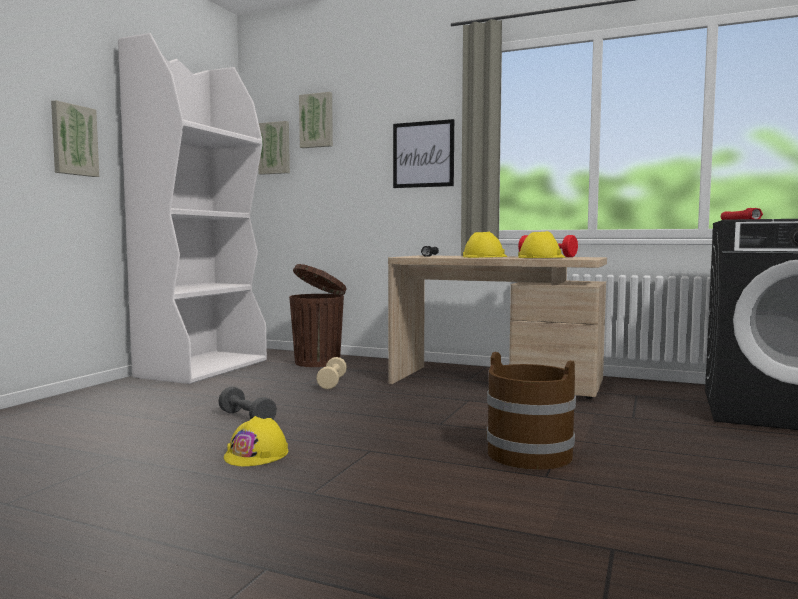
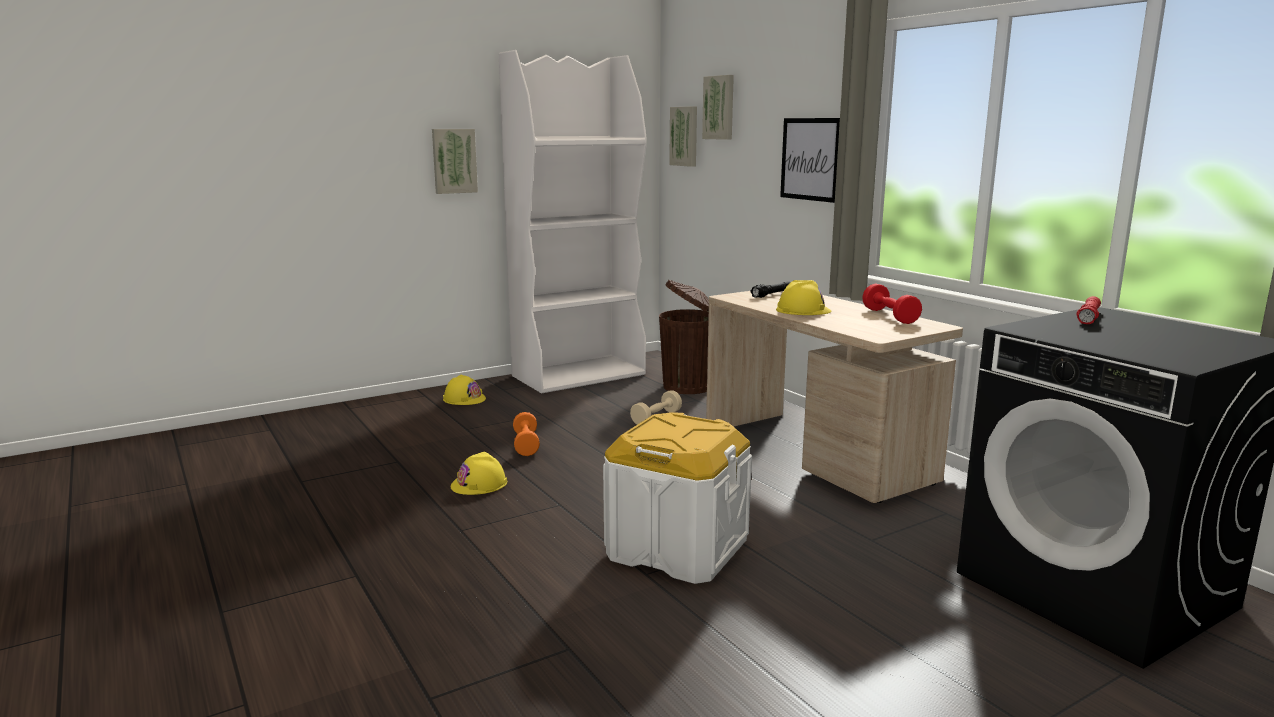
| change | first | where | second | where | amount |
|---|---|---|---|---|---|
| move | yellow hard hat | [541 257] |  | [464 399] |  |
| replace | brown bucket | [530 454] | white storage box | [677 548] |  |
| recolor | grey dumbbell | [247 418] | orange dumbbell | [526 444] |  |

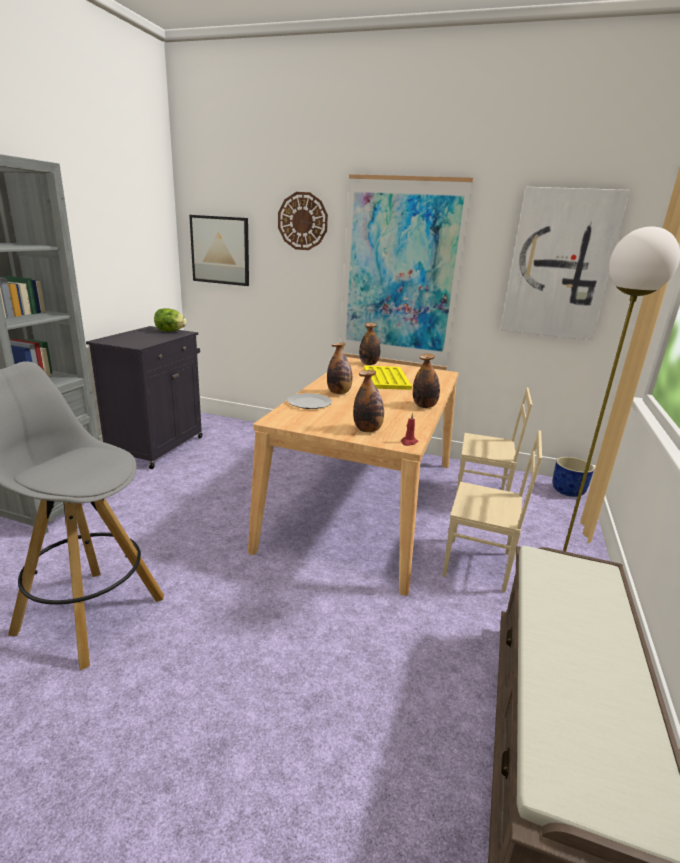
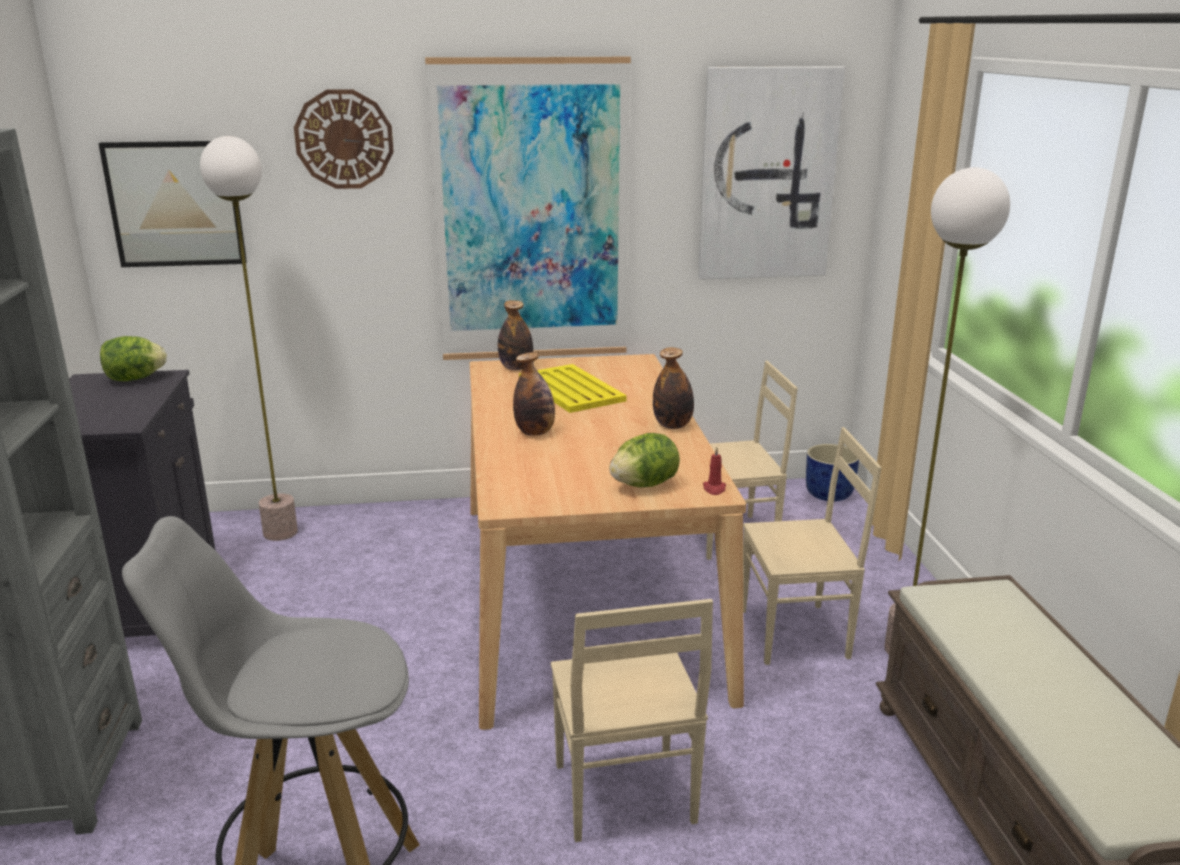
| change | first | where | second | where | amount |
|---|---|---|---|---|---|
| delete | plate | [309 403] |  |  |  |
| insert |  |  | floor lamp | [280 532] |  |
| insert |  |  | beige chair | [622 795] |  |
| replace | bottle | [367 430] | lettuce | [644 485] |  |

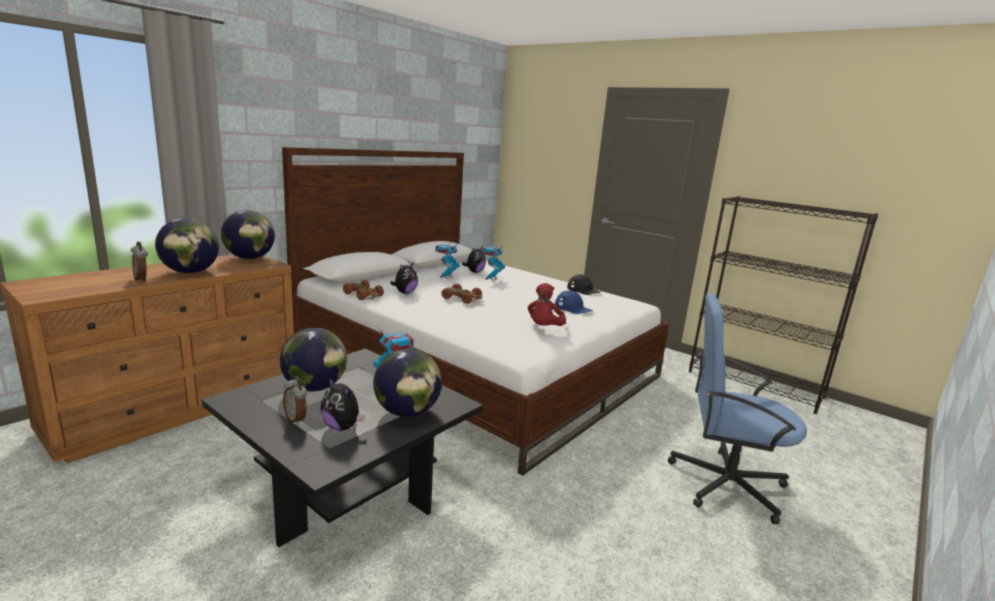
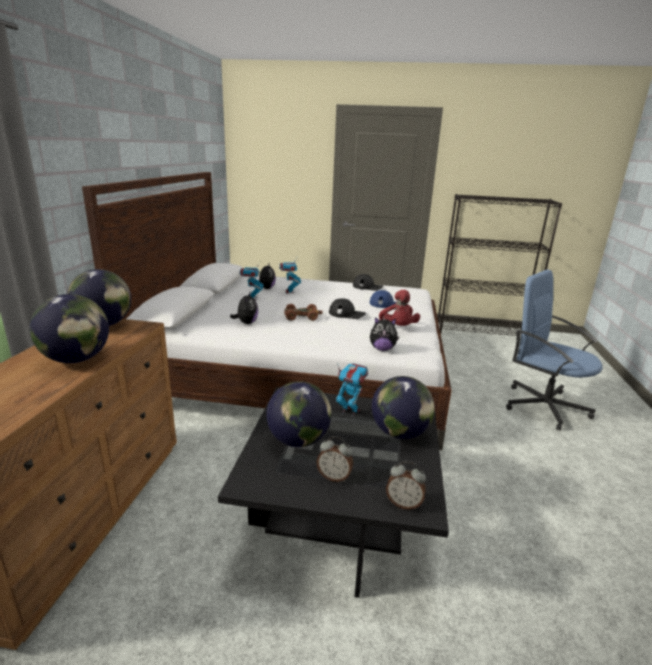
| change | first | where | second | where | amount |
|---|---|---|---|---|---|
| delete | brown toy car | [364 295] |  |  |  |
| insert |  |  | black cap | [347 314] |  |
| move | alarm clock | [142 279] |  | [404 503] |  |
| move | plush toy | [342 427] |  | [382 349] |  |
| rotate | blue office chair | [725 483] |  | [543 406] | 60 degrees clockwise |

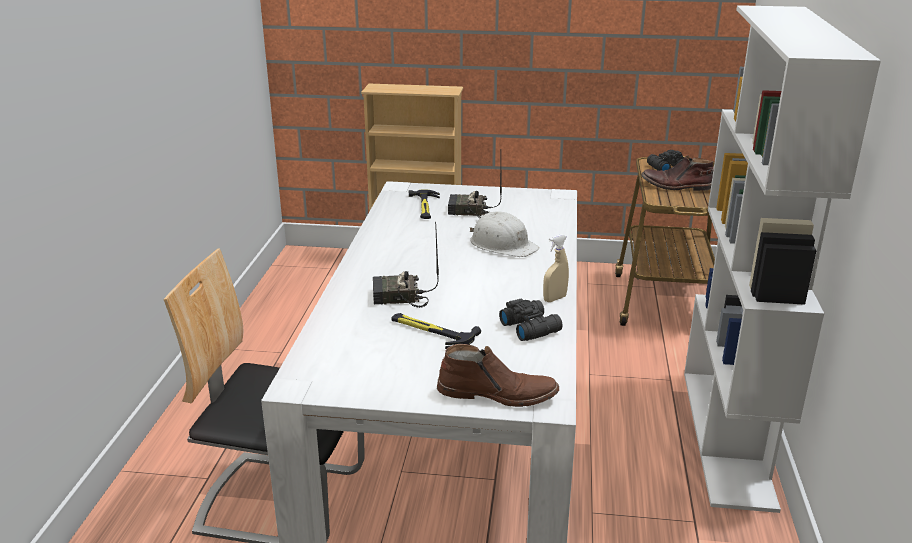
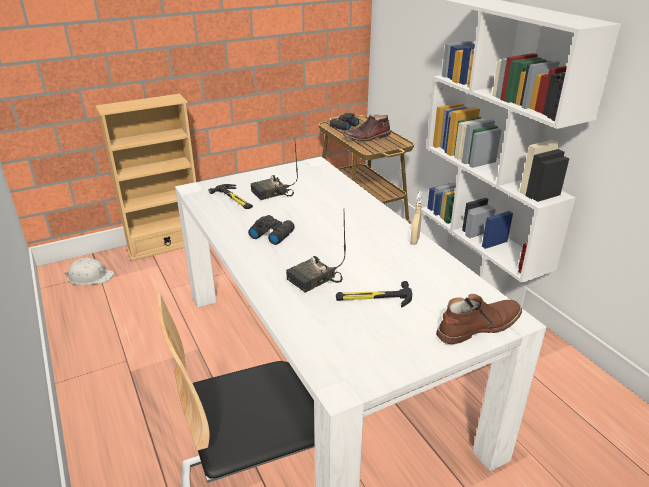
| change | first | where | second | where | amount |
|---|---|---|---|---|---|
| move | white hard hat | [502 245] |  | [90 277] |  |
| move | black binoculars | [530 327] |  | [271 234] |  |

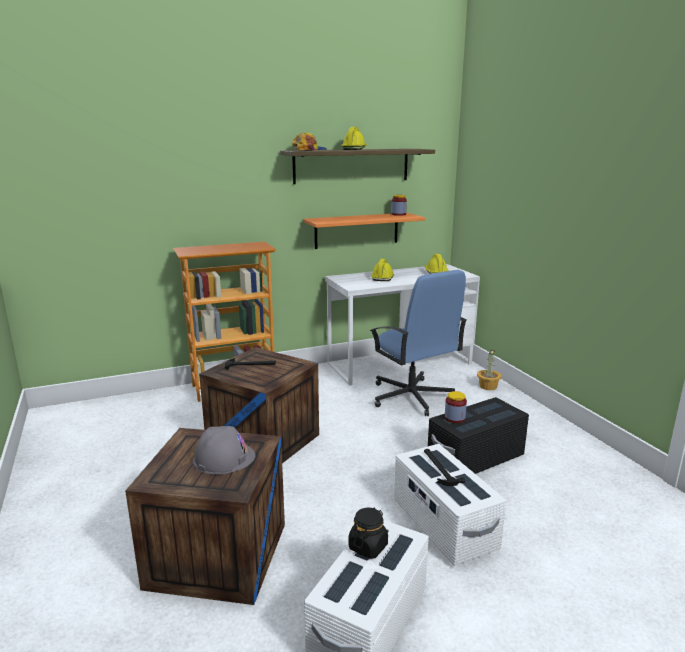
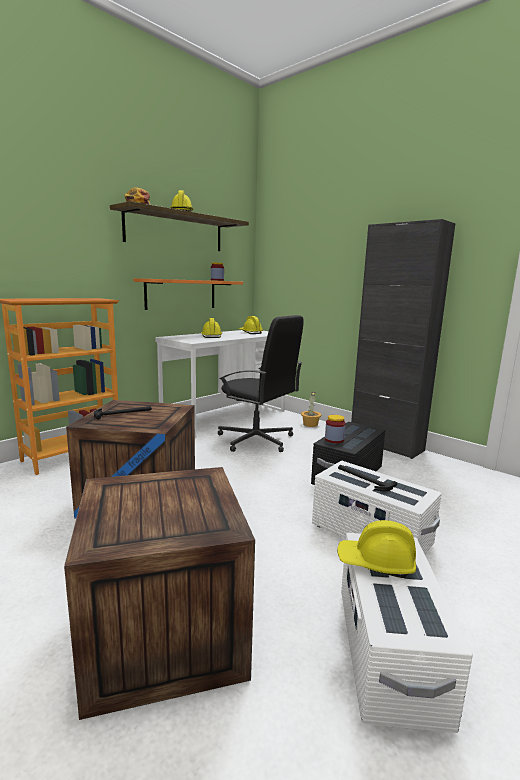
| change | first | where | second | where | amount |
|---|---|---|---|---|---|
| delete | grey hard hat | [224 458] |  |  |  |
| insert |  |  | black cabinet | [386 445] |  |
| replace | black jar | [368 546] | yellow hard hat | [376 563] |  |
| recolor | blue office chair | [411 397] | black office chair | [256 440] |  |

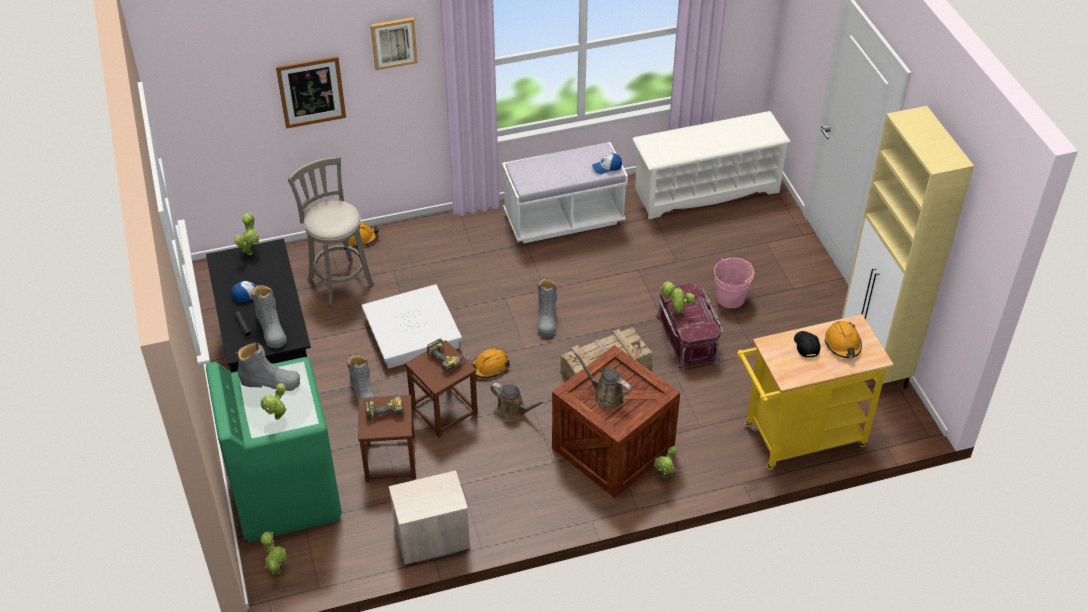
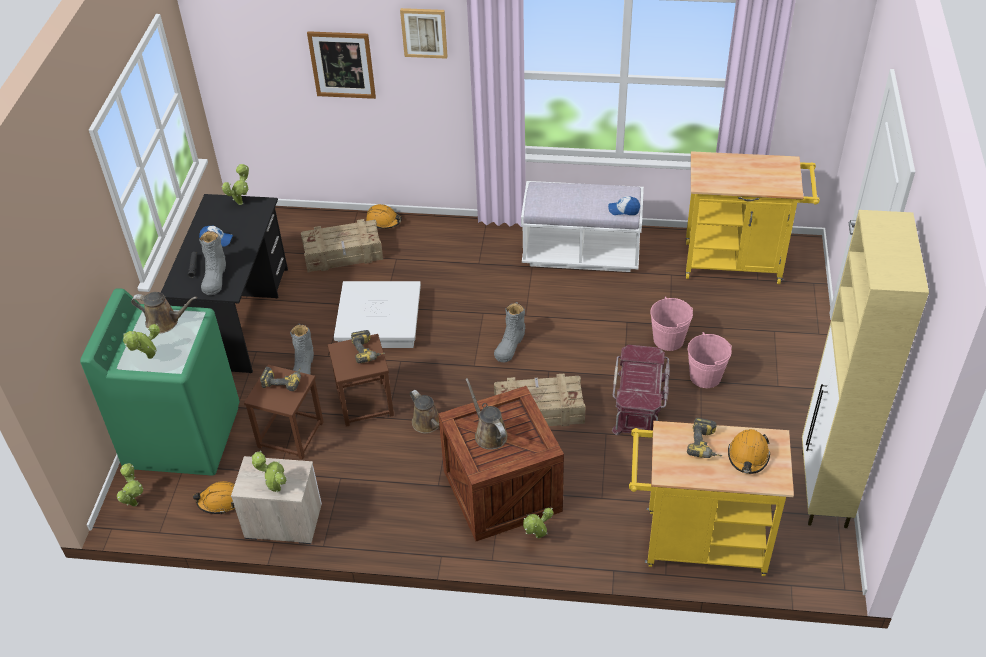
| change | first | where | second | where | amount |
|---|---|---|---|---|---|
| insert |  |  | pink bucket | [668 339] |  |
| move | orange hard hat | [489 367] |  | [220 501] |  |
| move | potted plant | [676 312] |  | [275 488] |  |
| replace | grey boot | [270 381] | brown watering can | [165 322] |  |
| replace | grey stool | [339 280] | crate | [344 254] |  |
| replace | white shoe rack | [706 190] | yellow cart | [739 262] |  |
| replace | black cap | [806 346] | power drill | [706 445] |  |

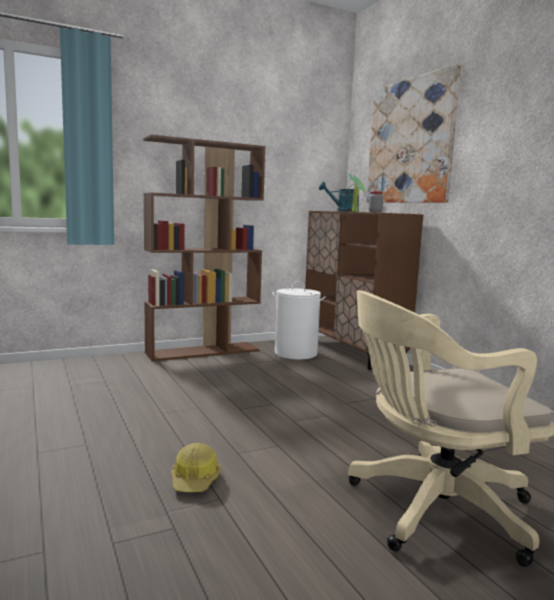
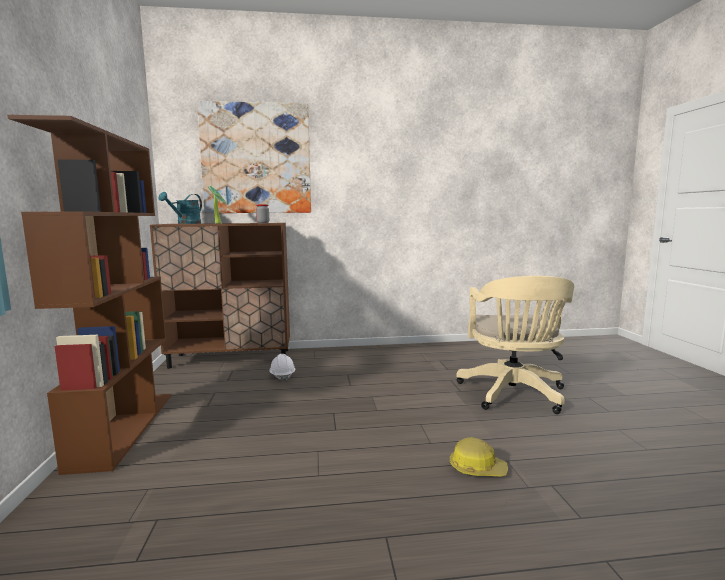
| change | first | where | second | where | amount |
|---|---|---|---|---|---|
| delete | white laundry basket | [296 353] |  |  |  |
| insert |  |  | white hard hat | [282 376] |  |

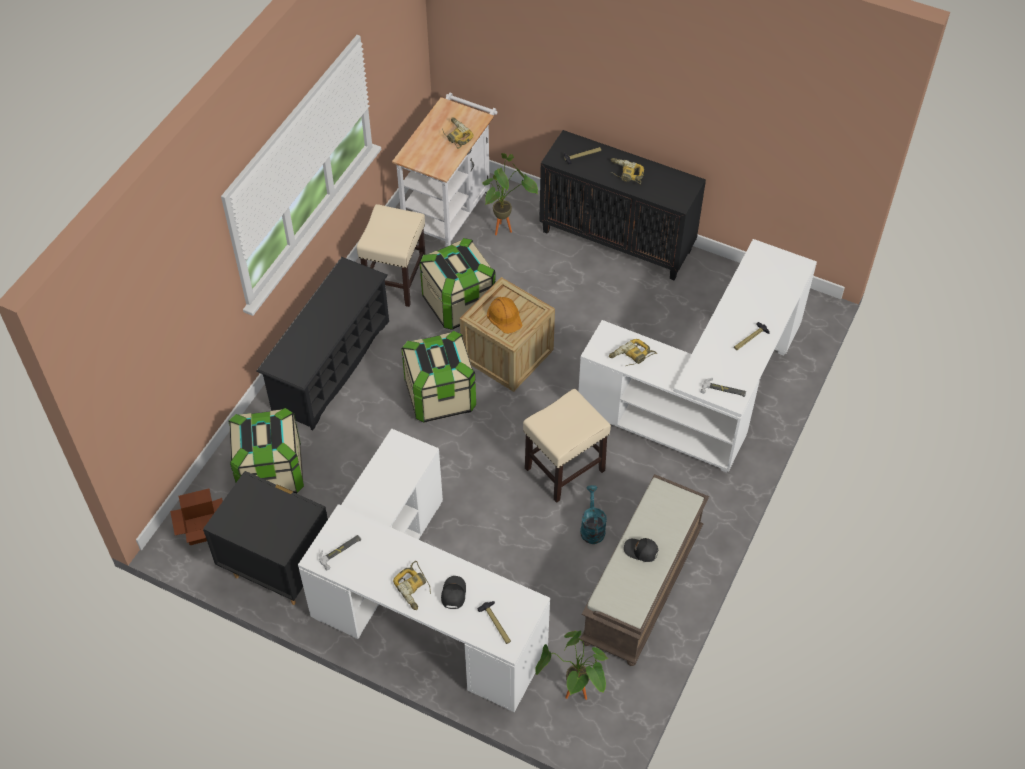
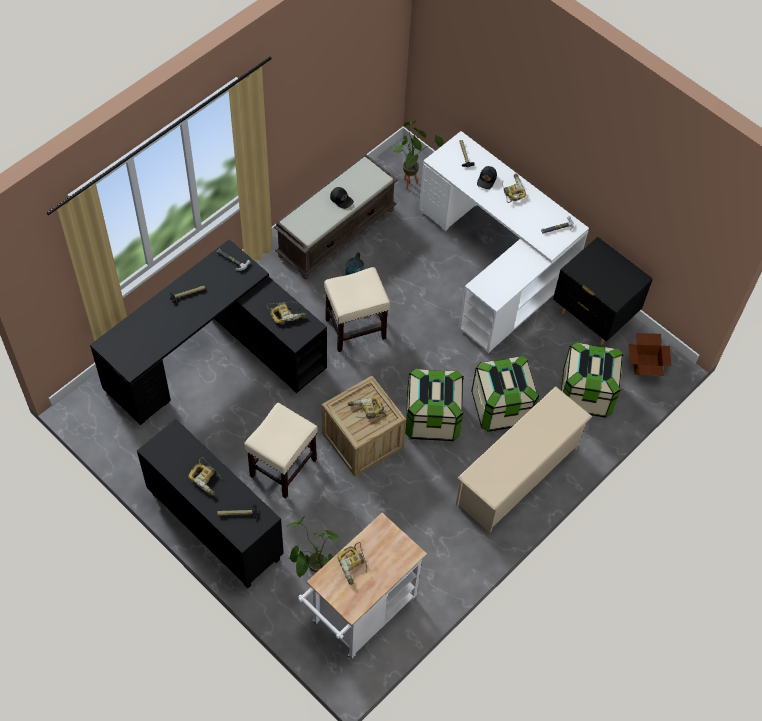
| change | first | where | second | where | amount |
|---|---|---|---|---|---|
| move | beige stool | [395 280] |  | [283 468] |  |
| move | storage box | [459 304] |  | [501 407] |  |
| replace | orange hard hat | [505 316] | power drill | [366 411] |  |
| recolor | black shoe rack | [331 365] | beige shoe rack | [517 476] |  |
| recolor | white desk | [706 393] | black desk | [214 356] |  |

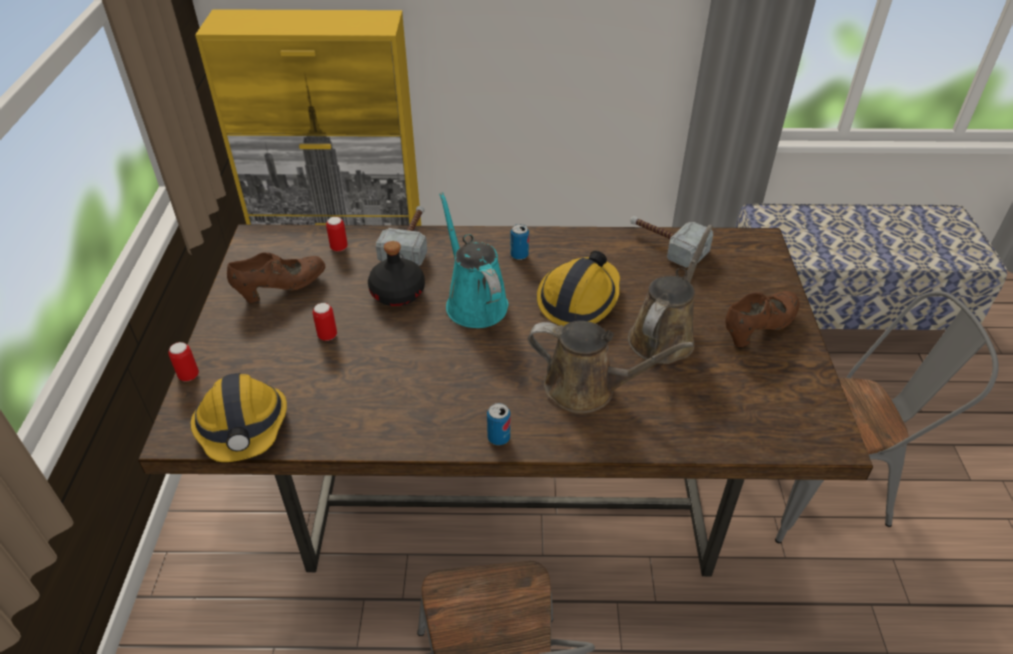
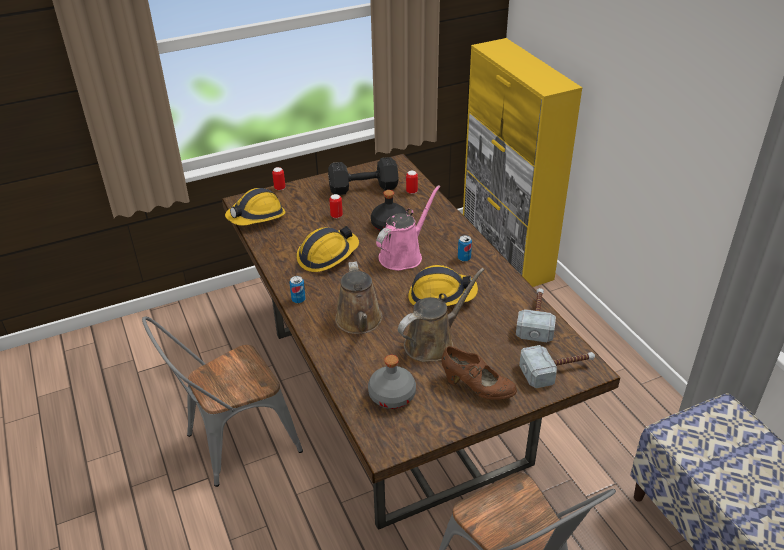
| change | first | where | second | where | amount |
|---|---|---|---|---|---|
| insert |  |  | hard hat | [327 255] |  |
| insert |  |  | grey bottle | [392 396] |  |
| move | hammer | [410 242] |  | [557 370] |  |
| replace | brown shoe | [282 288] | black dumbbell | [362 188] |  |
| recolor | turquoise watering can | [474 302] | pink watering can | [403 255] |  |
| rotate | brown watering can | [664 336] |  | [433 343] | 45 degrees counterclockwise |

